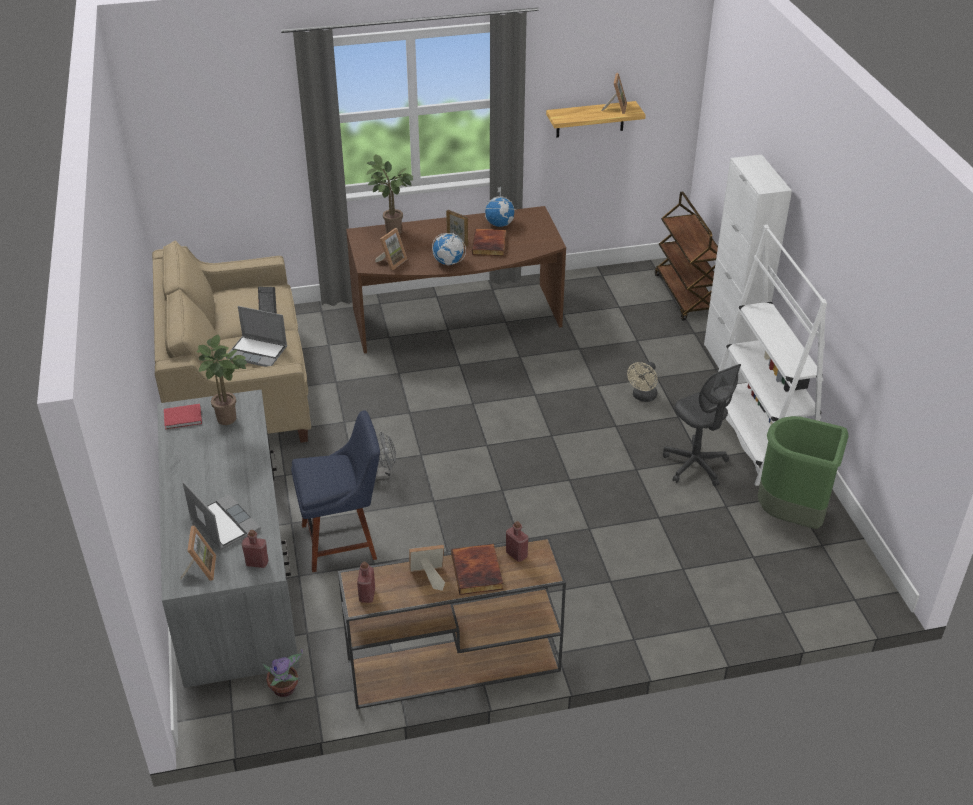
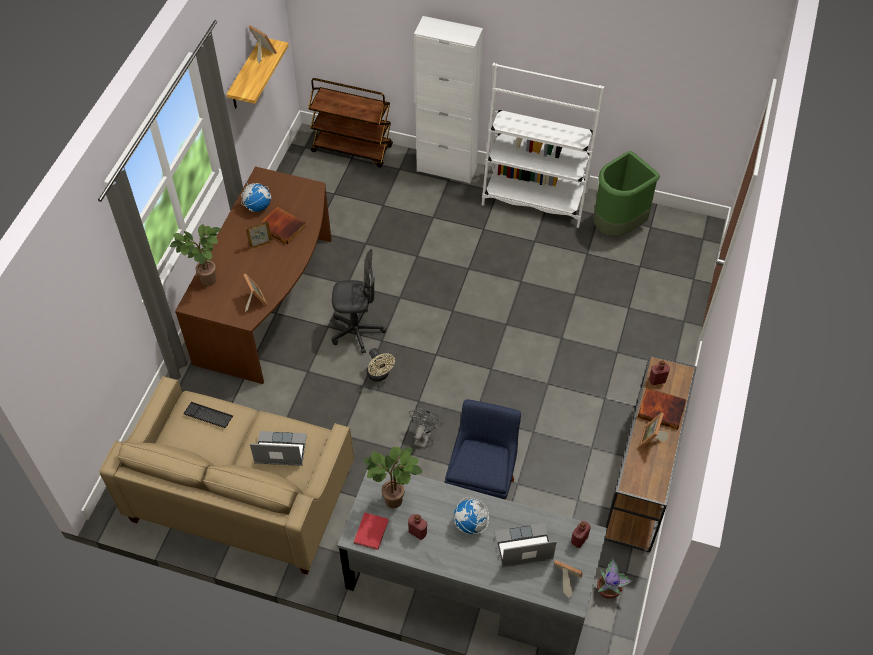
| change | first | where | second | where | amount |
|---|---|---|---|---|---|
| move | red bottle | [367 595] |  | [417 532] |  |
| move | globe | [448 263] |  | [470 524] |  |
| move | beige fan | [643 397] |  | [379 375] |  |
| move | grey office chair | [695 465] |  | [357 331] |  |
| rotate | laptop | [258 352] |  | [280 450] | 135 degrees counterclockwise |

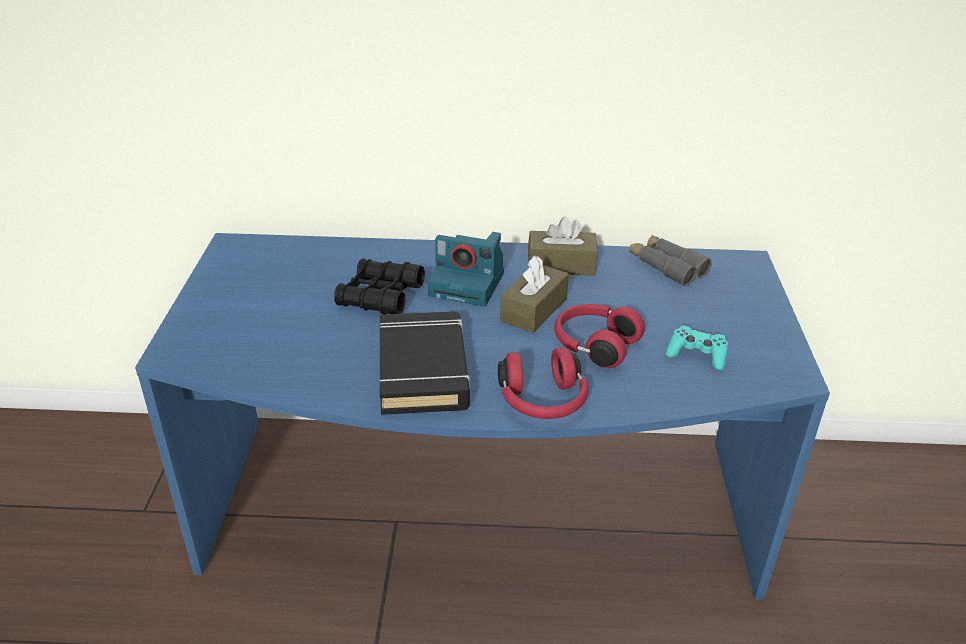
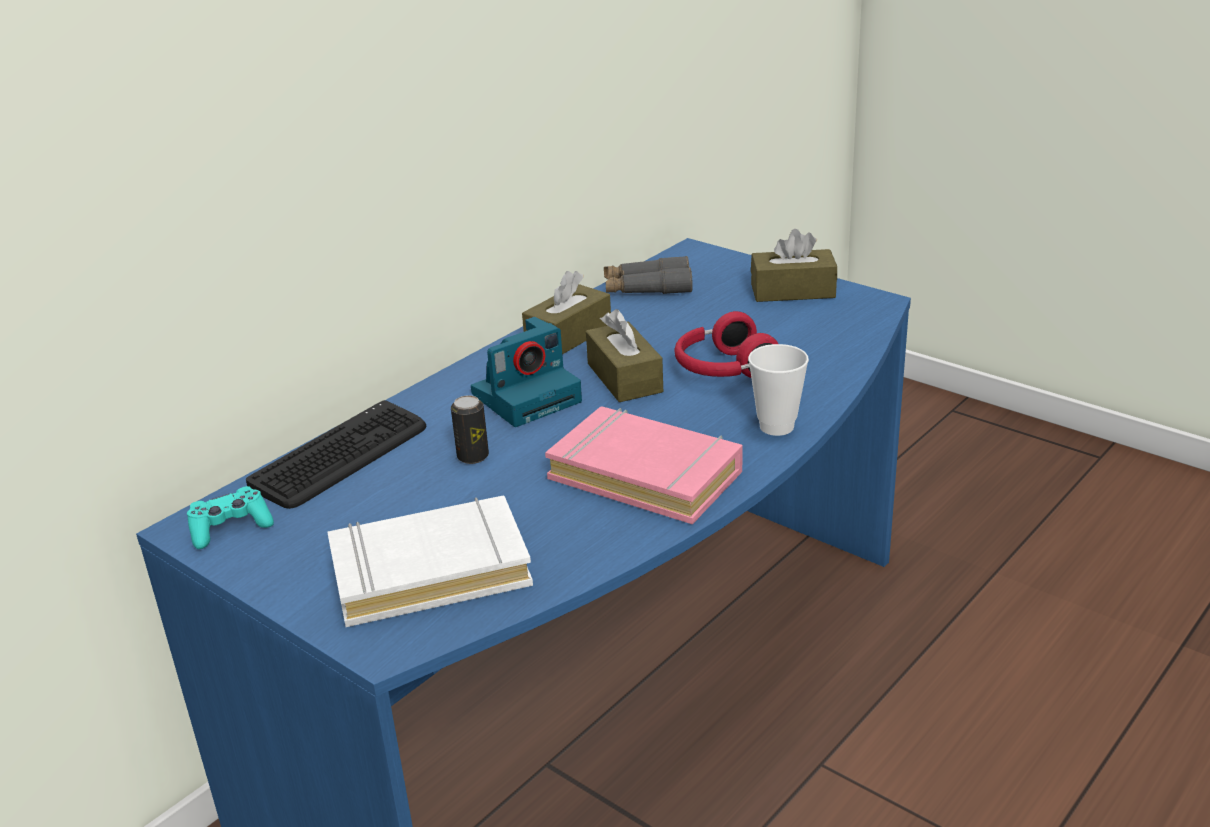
| change | first | where | second | where | amount |
|---|---|---|---|---|---|
| insert |  |  | keyboard | [341 456] |  |
| insert |  |  | white book | [430 571] |  |
| insert |  |  | brown tissue box | [792 291] |  |
| move | turquoise game controller | [696 355] |  | [230 528] |  |
| replace | black binoculars | [380 296] | can | [473 456] |  |
| replace | red headphones | [543 402] | cup | [776 426] |  |
| recolor | black book | [423 370] | pink book | [646 474] |  |

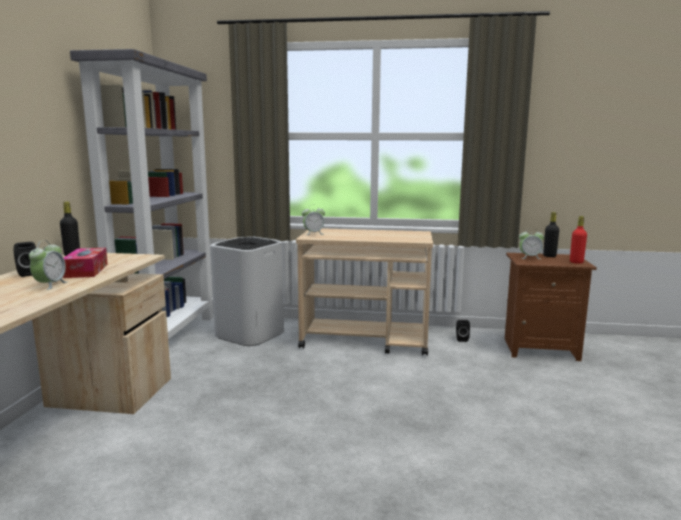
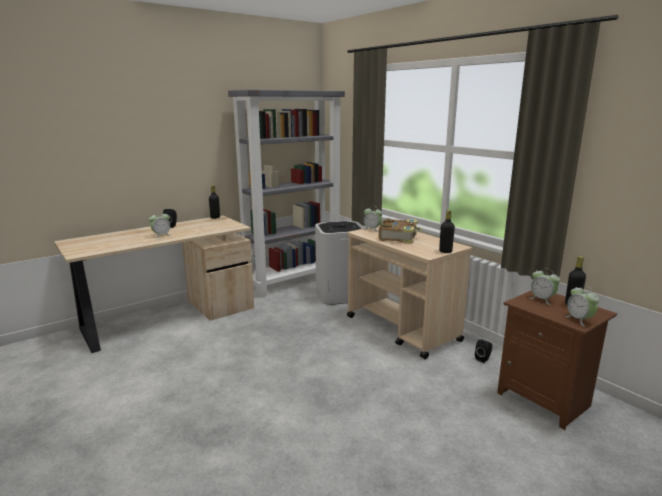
| change | first | where | second | where | amount |
|---|---|---|---|---|---|
| delete | tissue box | [86 271] |  |  |  |
| insert |  |  | book | [399 237] |  |
| insert |  |  | black bottle | [445 251] |  |
| replace | red bottle | [576 262] | alarm clock | [579 320] |  |

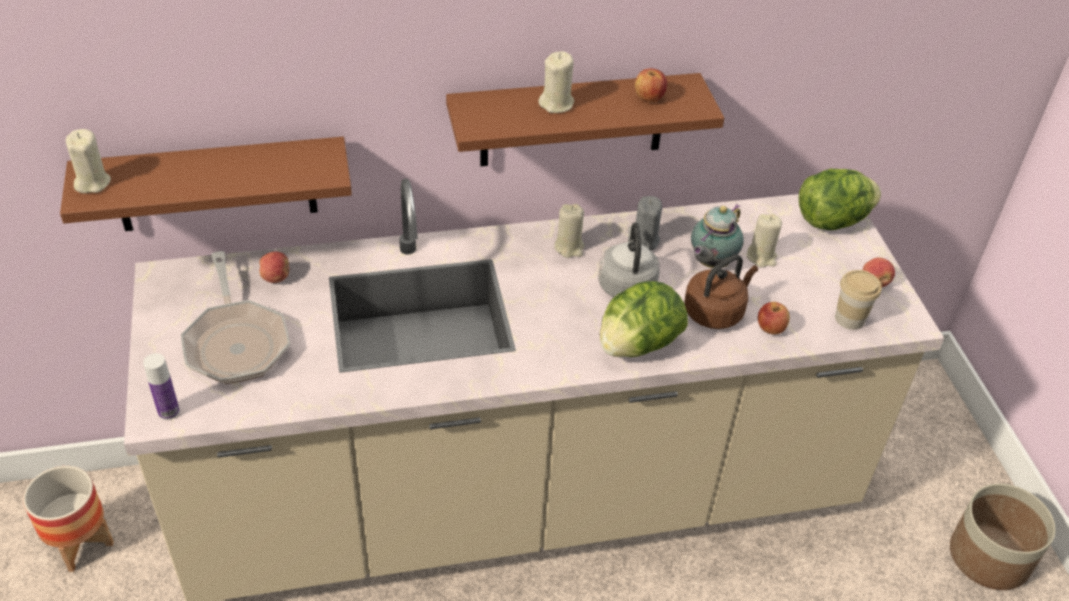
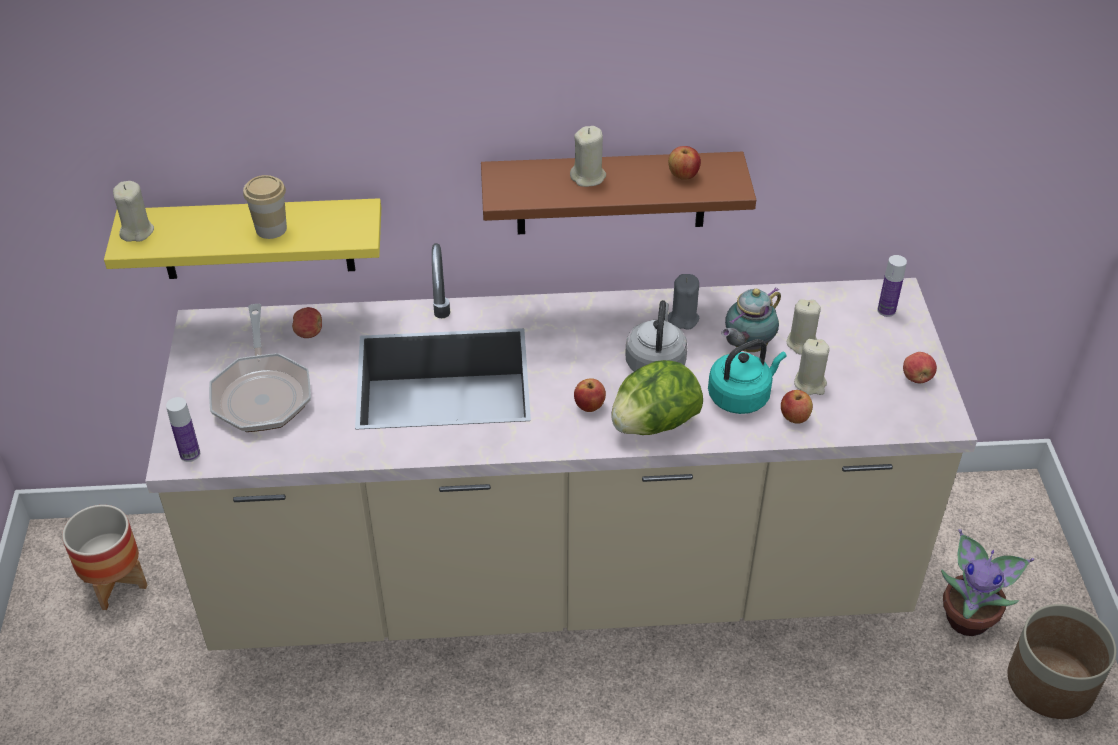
| change | first | where | second | where | amount |
|---|---|---|---|---|---|
| insert |  |  | apple | [589 406] |  |
| insert |  |  | potted plant | [969 617] |  |
| move | beige candle | [569 247] |  | [810 384] |  |
| move | cup | [849 318] |  | [271 229] |  |
| replace | lettuce | [832 221] | bottle | [886 310] |  |
| recolor | brown shelf | [215 184] | yellow shelf | [256 238] |  |
| recolor | brown kettle | [716 312] | turquoise kettle | [741 396] |  |

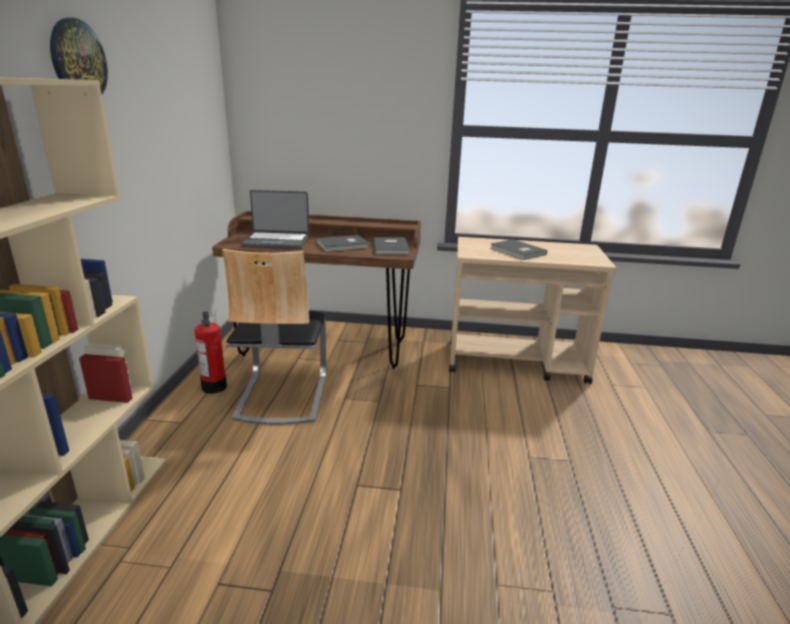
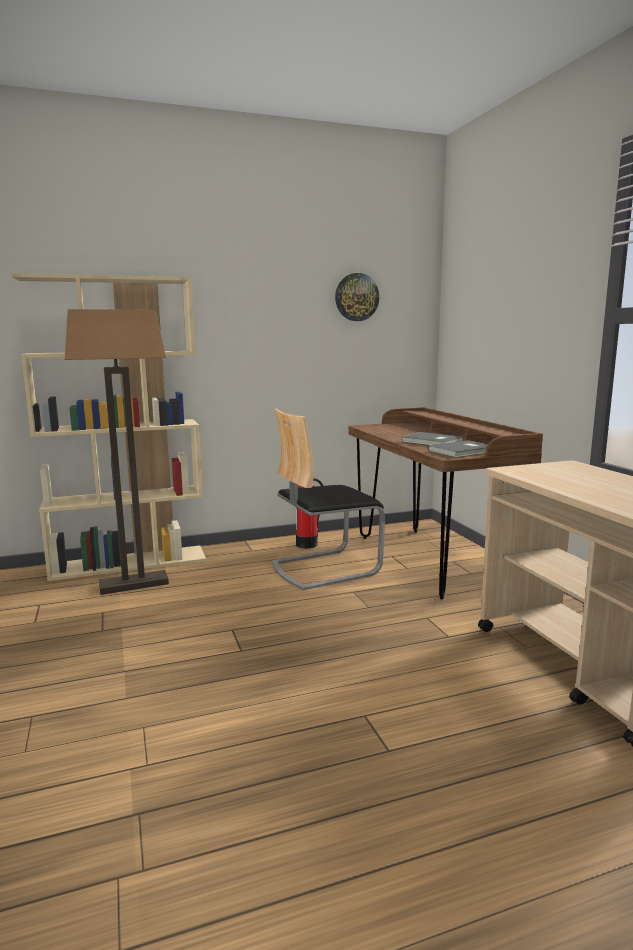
| change | first | where | second | where | amount |
|---|---|---|---|---|---|
| delete | laptop | [277 241] |  |  |  |
| delete | grey book | [517 251] |  |  |  |
| insert |  |  | floor lamp | [133 585] |  |
| move | wall clock | [78 60] |  | [356 297] |  |

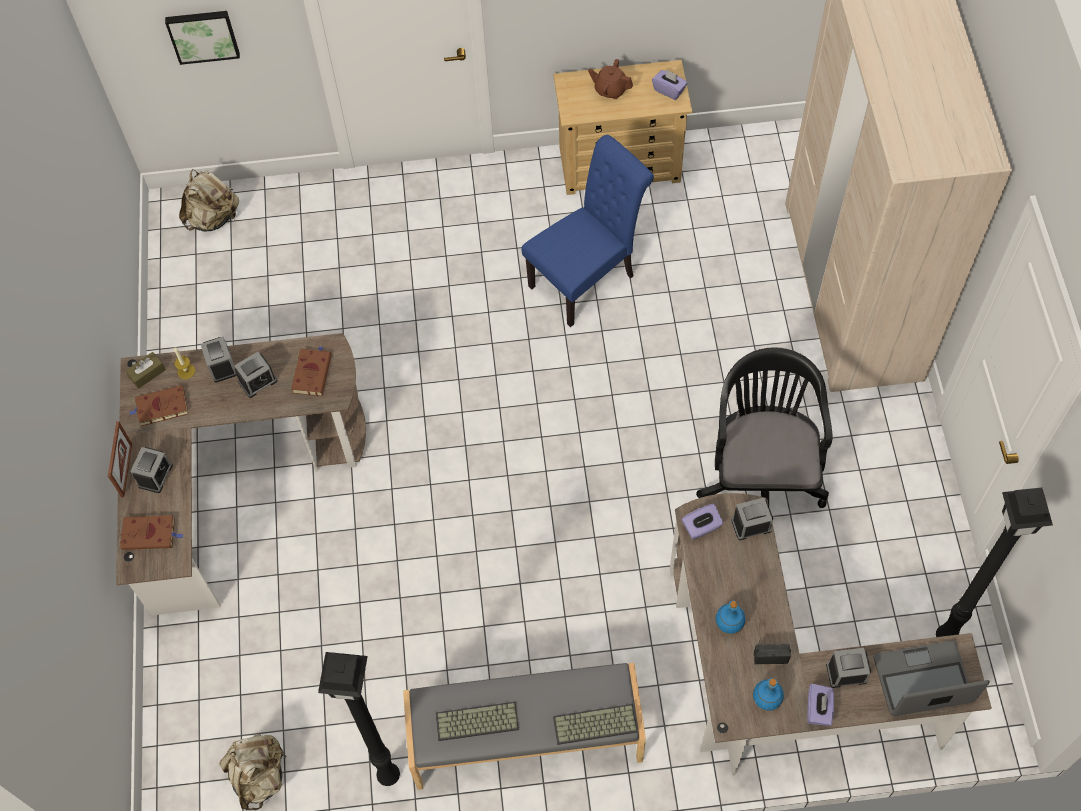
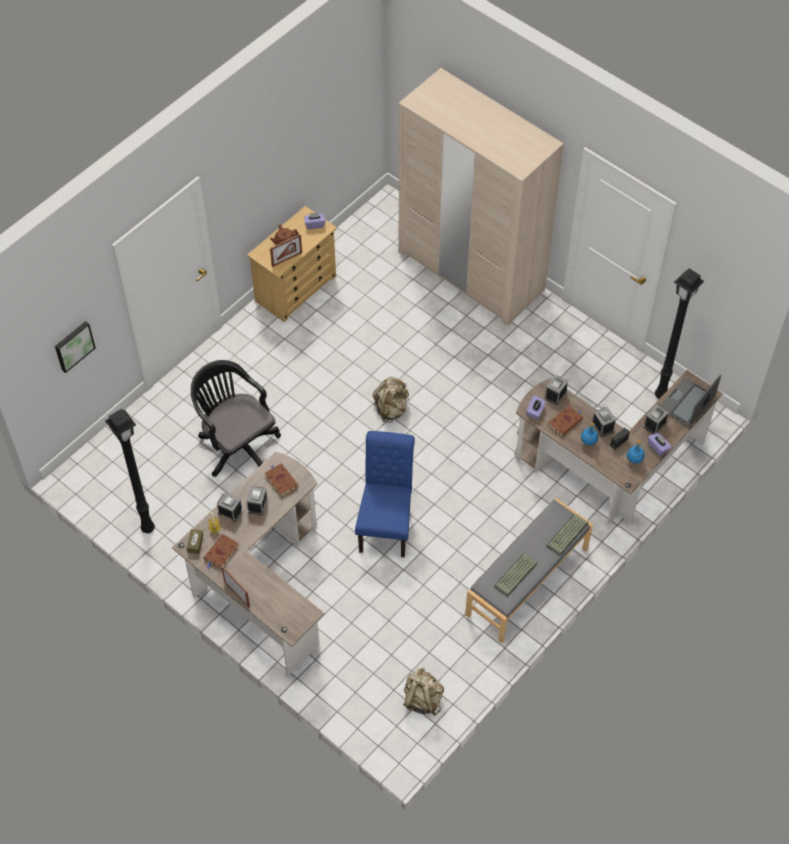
| change | first | where | second | where | amount |
|---|---|---|---|---|---|
| insert |  |  | picture frame | [287 259] |  |
| move | brown book | [150 534] |  | [565 421] |  |
| move | alarm clock | [155 475] |  | [602 426] |  |
| move | beige backpack | [213 218] |  | [391 408] |  |
| move | black floor lamp | [387 774] |  | [146 528] |  |
| move | blue chair | [587 278] |  | [386 523] |  |
| move | black office chair | [760 476] |  | [237 444] |  |

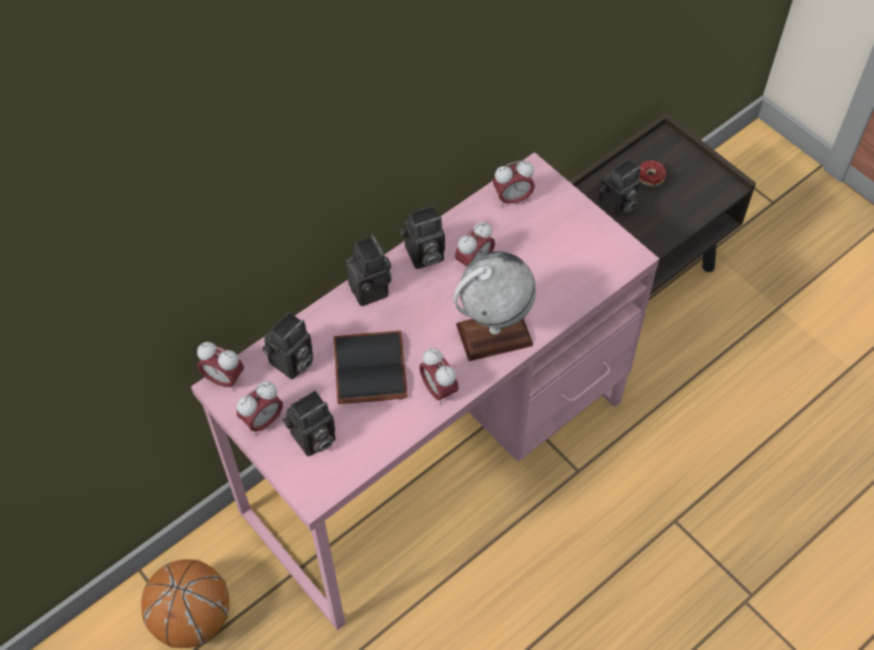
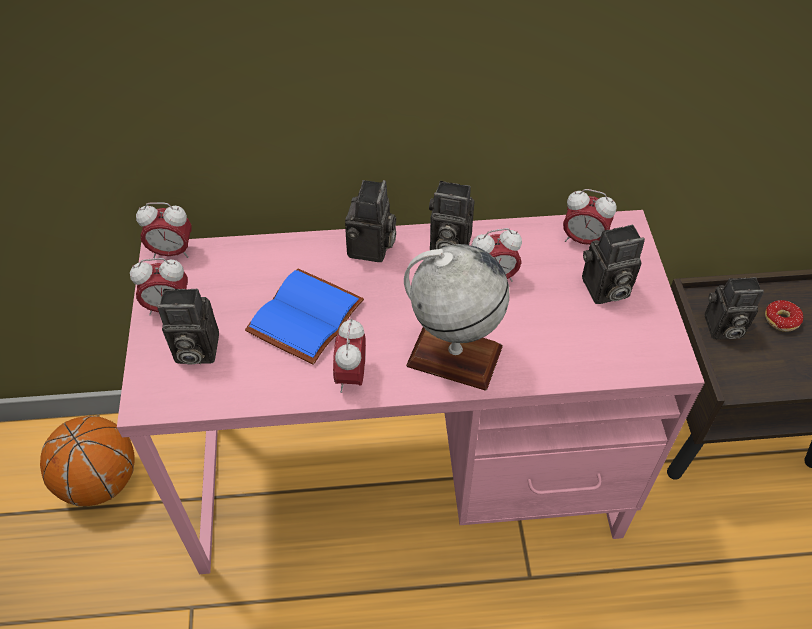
| change | first | where | second | where | amount |
|---|---|---|---|---|---|
| move | photo camera | [292 364] |  | [604 290] |  |
| recolor | black book | [372 369] | blue book | [307 319] |  |
| rotate | alarm clock | [224 379] |  | [172 252] | 60 degrees counterclockwise |

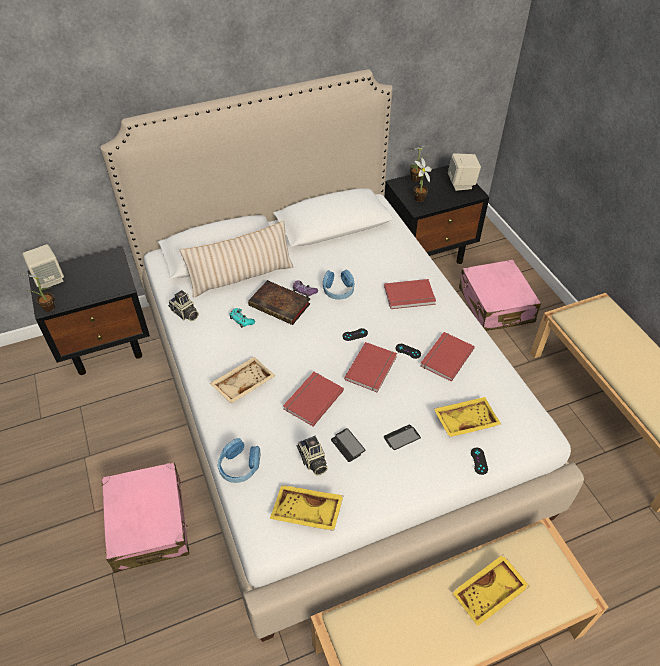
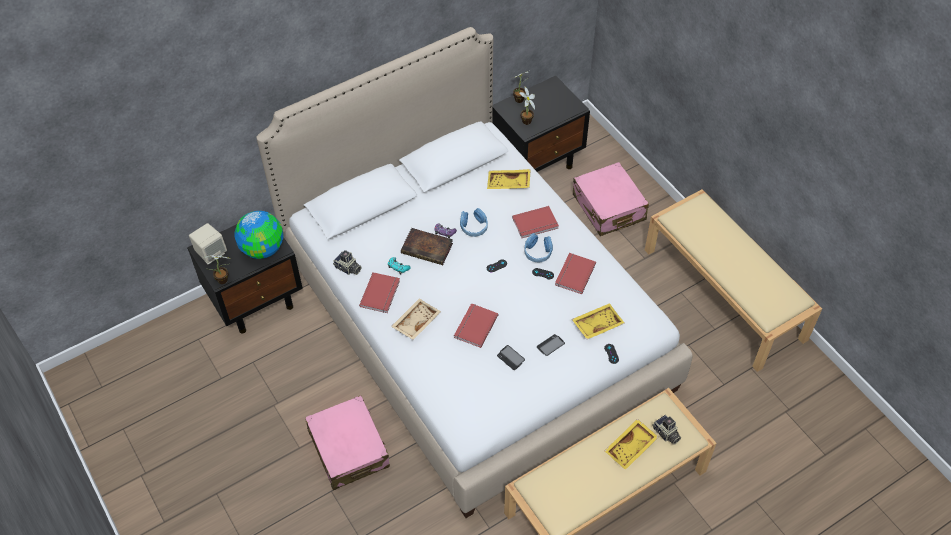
| change | first | where | second | where | amount |
|---|---|---|---|---|---|
| delete | beige pillow | [241 277] |  |  |  |
| delete | beige speaker | [461 184] |  |  |  |
| insert |  |  | globe | [263 248] |  |
| move | blue headphones | [239 466] |  | [538 252] |  |
| move | yellow tray | [306 513] |  | [508 184] |  |
| move | photo camera | [312 461] |  | [666 434] |  |
| move | red book | [372 368] |  | [381 294] |  |

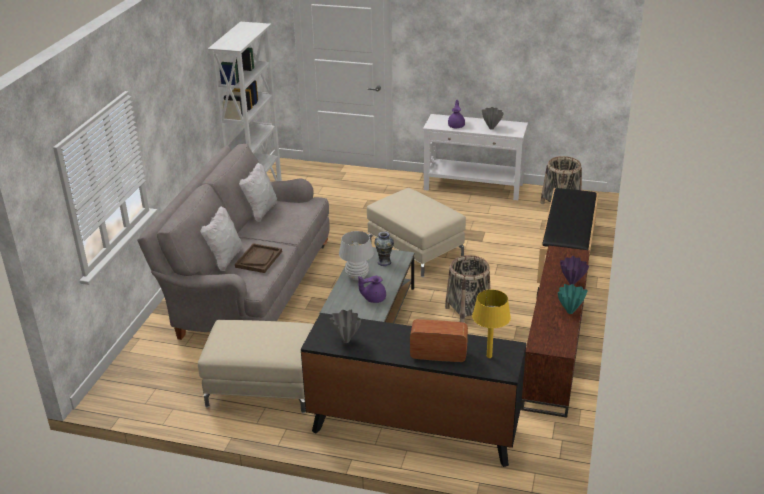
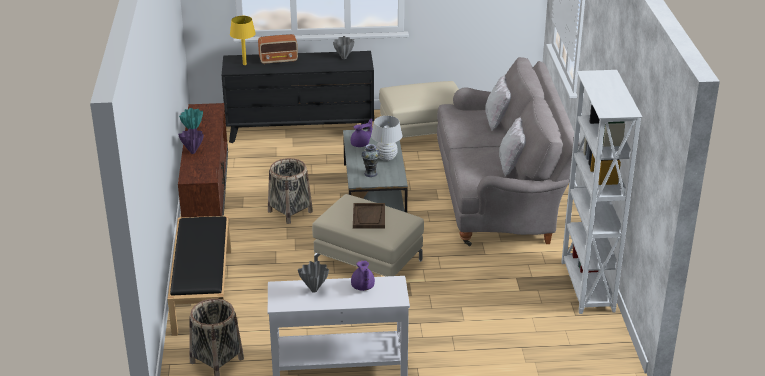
| change | first | where | second | where | amount |
|---|---|---|---|---|---|
| move | brown tray | [258 259] |  | [369 217] |  |

